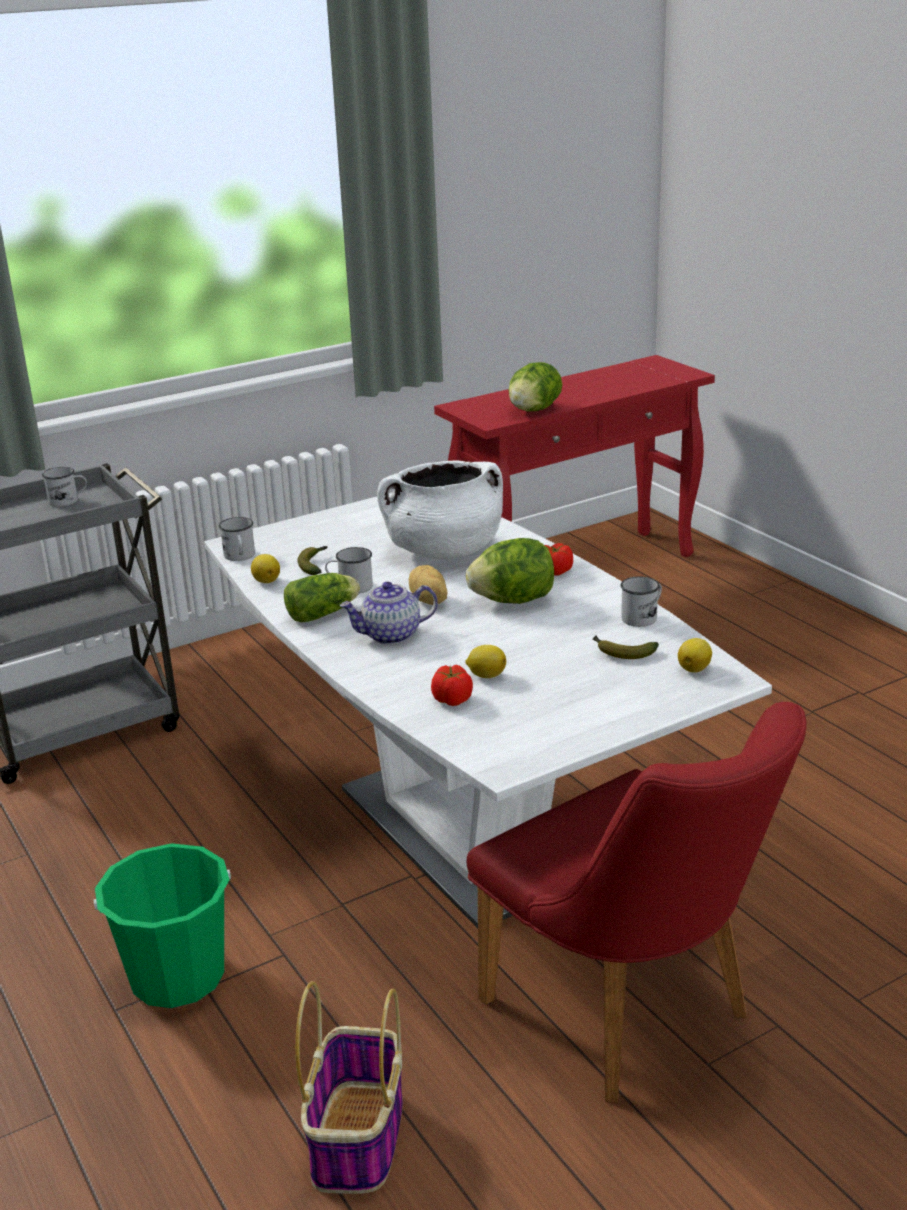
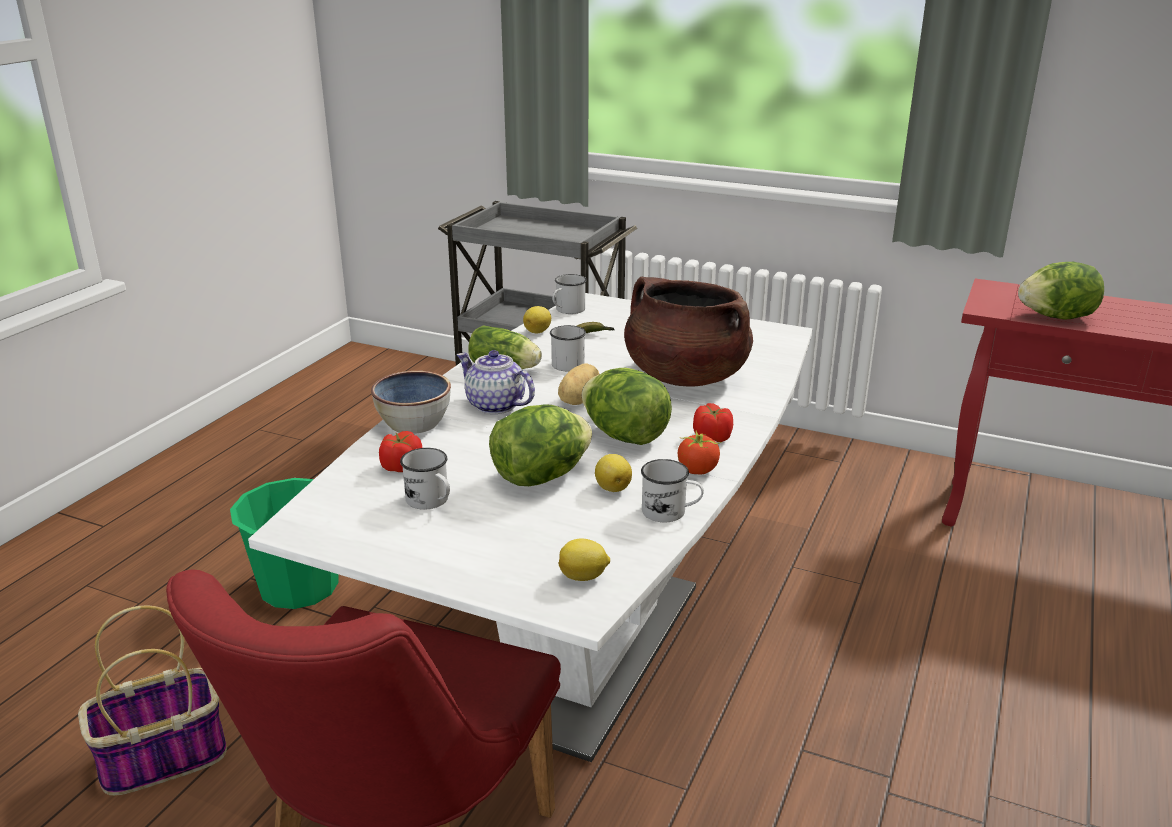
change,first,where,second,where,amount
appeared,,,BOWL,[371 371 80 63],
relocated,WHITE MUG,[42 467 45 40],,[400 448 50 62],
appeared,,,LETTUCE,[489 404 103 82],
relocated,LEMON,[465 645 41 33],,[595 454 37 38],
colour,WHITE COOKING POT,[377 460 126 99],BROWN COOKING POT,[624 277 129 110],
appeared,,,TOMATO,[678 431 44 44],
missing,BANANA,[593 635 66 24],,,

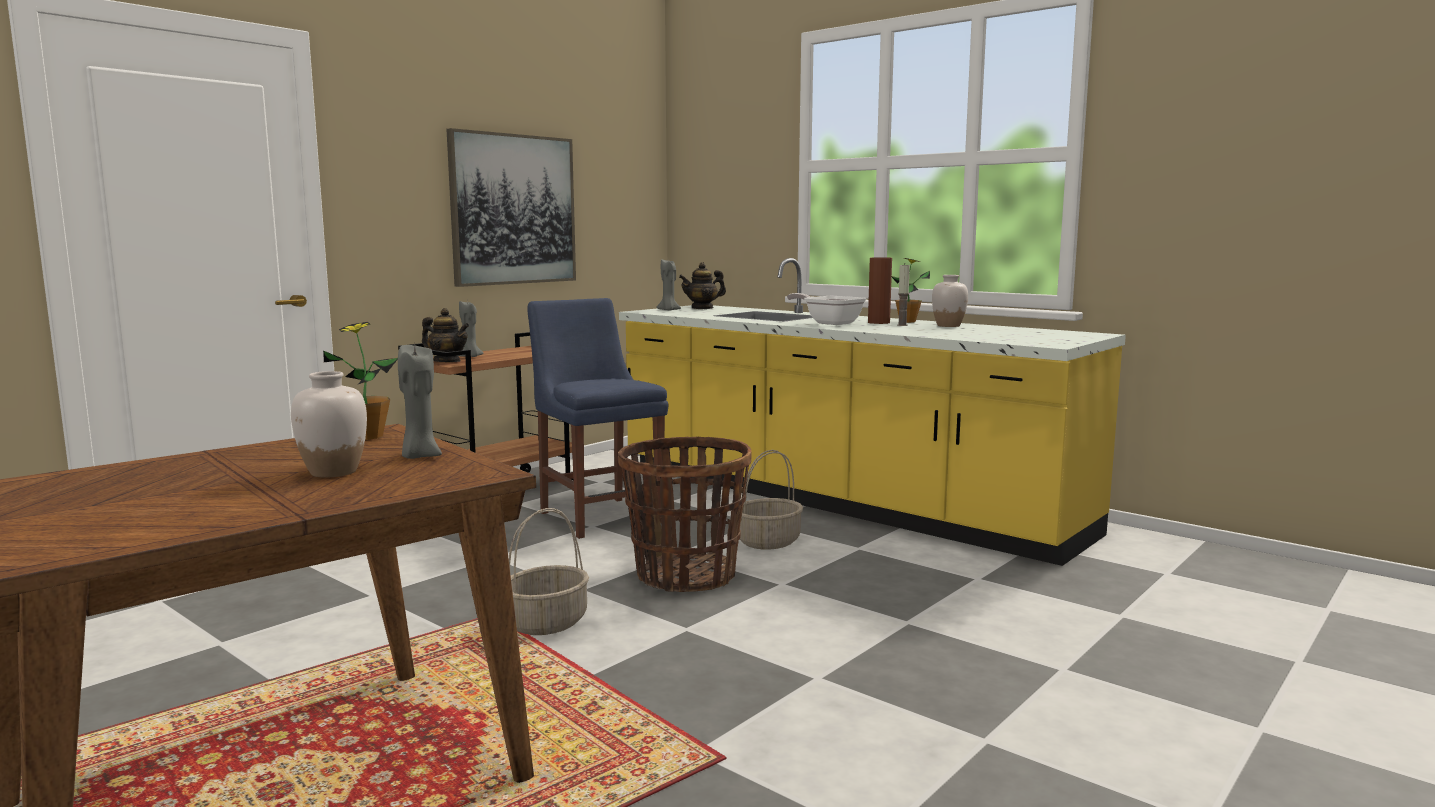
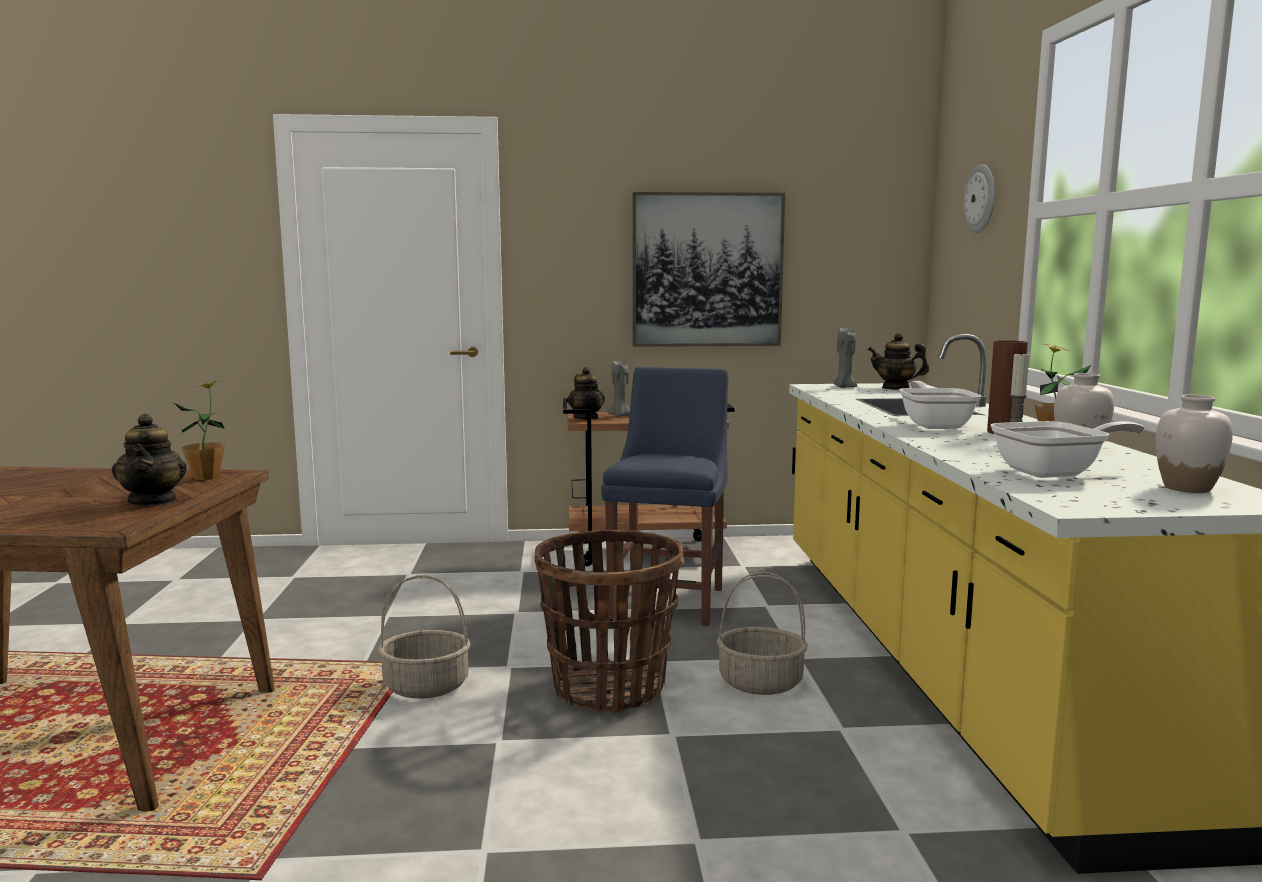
change,first,where,second,where,amount
exchanged,GREY CANDLE,[398 345 44 114],TEAPOT,[112 414 75 92],
appeared,,,WALL CLOCK,[963 164 32 69],
appeared,,,FRYING PAN,[991 421 153 57],
relocated,WHITE VASE,[291 371 76 107],,[1156 395 77 98],

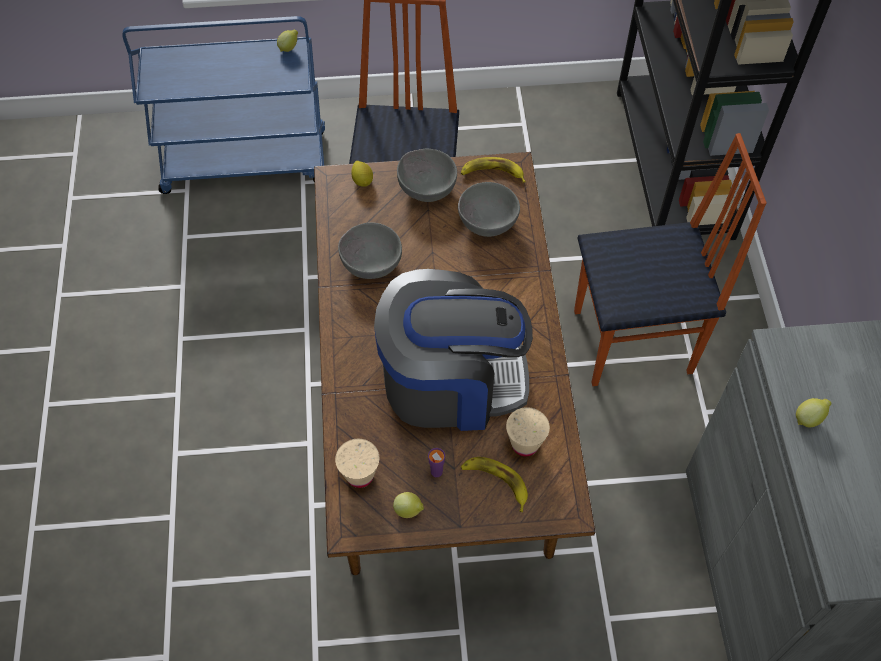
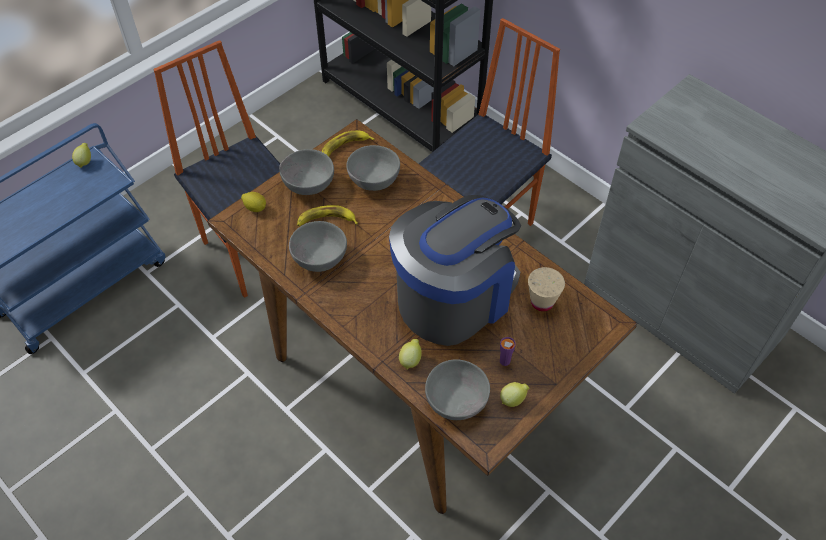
change,first,where,second,where,amount
relocated,BANANA,[461 457 67 55],,[297 205 61 21],
relocated,LEMON,[796 398 36 29],,[399 339 23 30],
exchanged,BEIGE CUP,[335 439 44 49],GREY BOWL,[425 359 65 61],

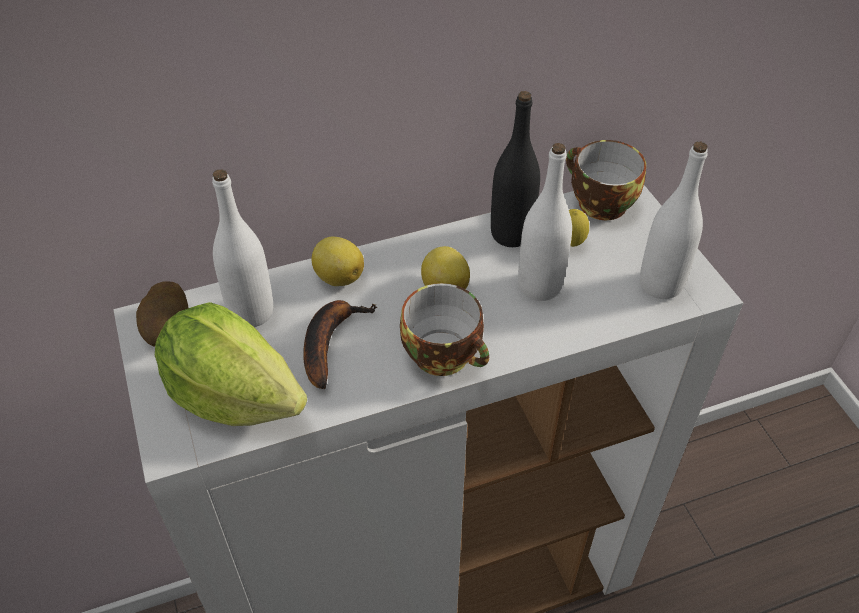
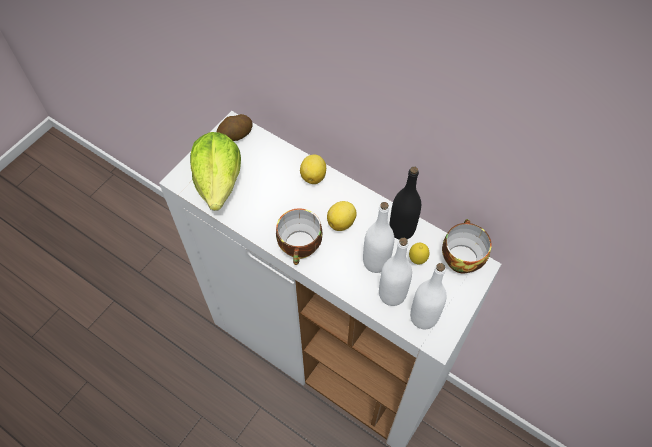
change,first,where,second,where,amount
relocated,WHITE BOTTLE,[212 170 61 157],,[379 238 33 68],
missing,BANANA,[303 300 74 89],,,

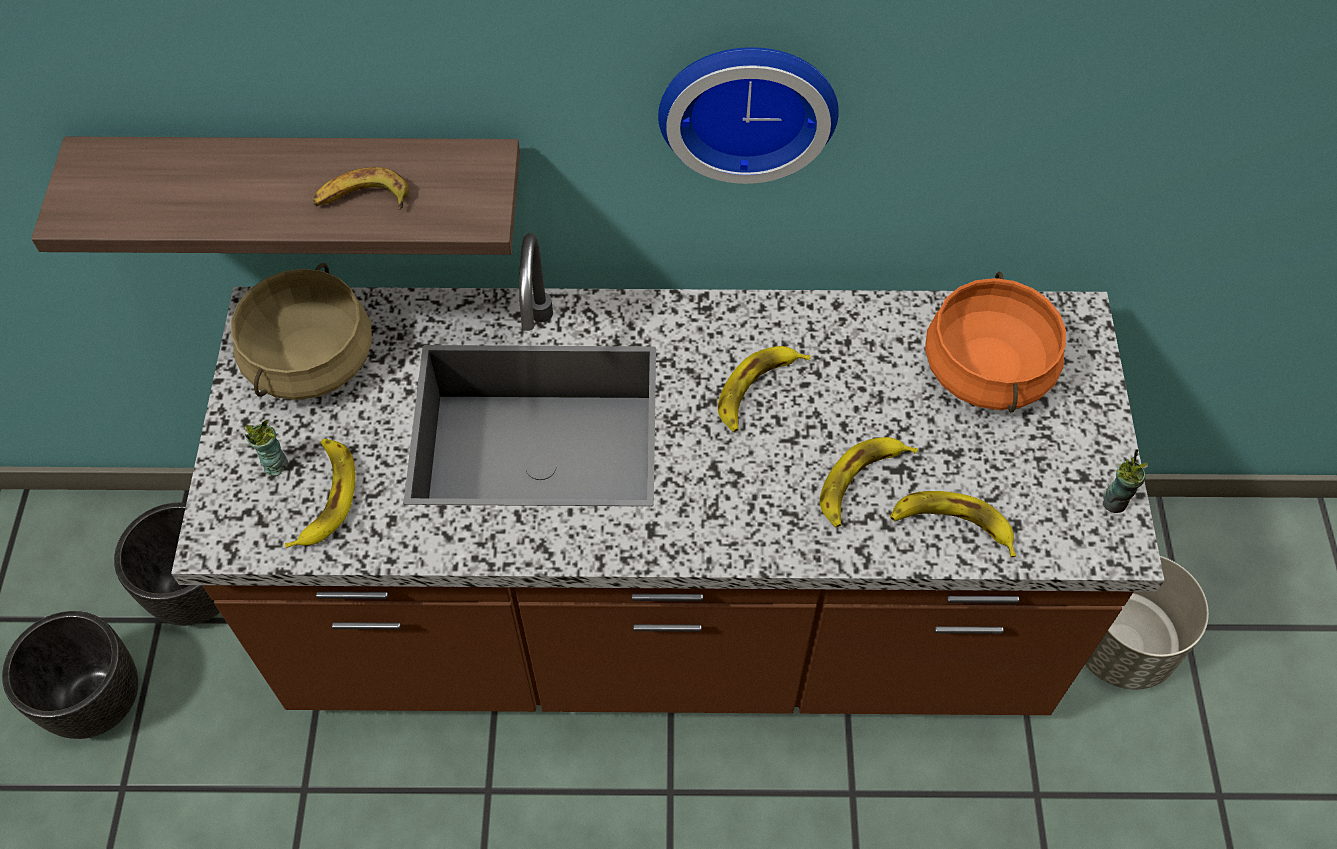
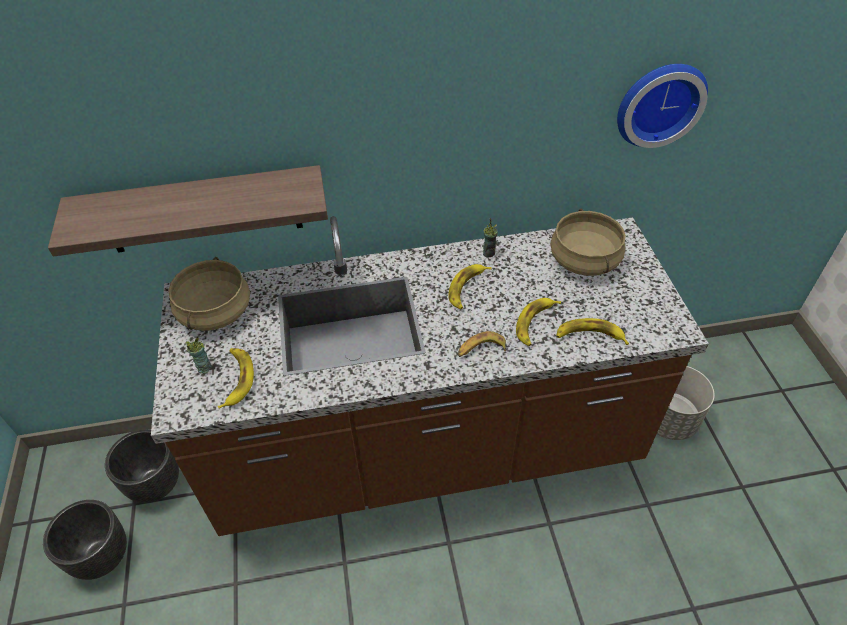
change,first,where,second,where,amount
relocated,BANANA,[313 167 96 43],,[458 331 48 26],
relocated,CUP,[1103 449 45 64],,[483 218 15 39],
colour,ORANGE COOKING POT,[925 272 141 140],BEIGE COOKING POT,[550 209 76 67],
relocated,WALL CLOCK,[658 47 181 137],,[617 64 91 84],

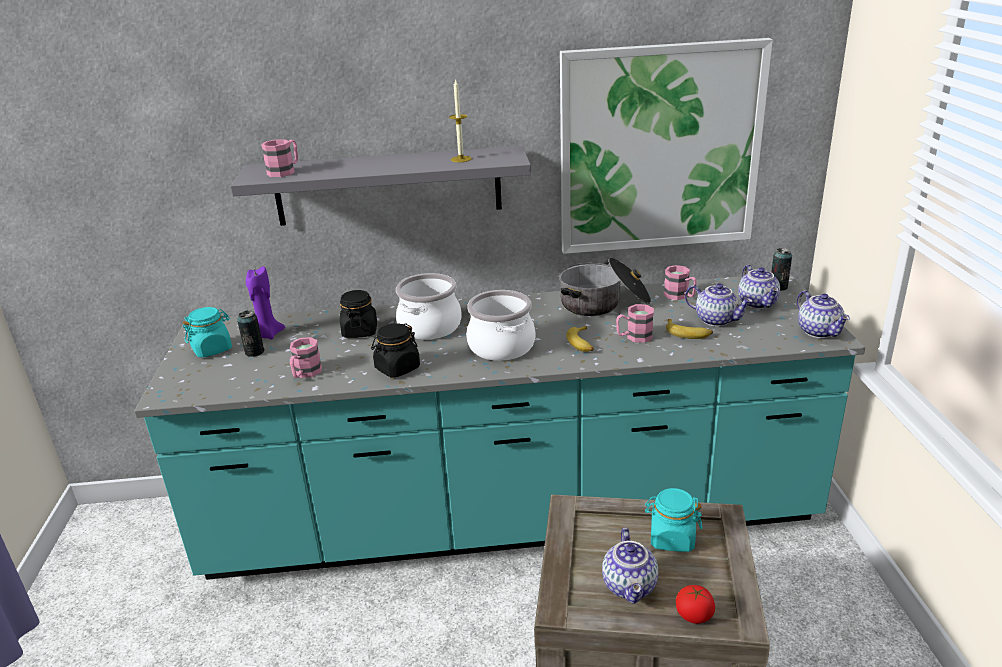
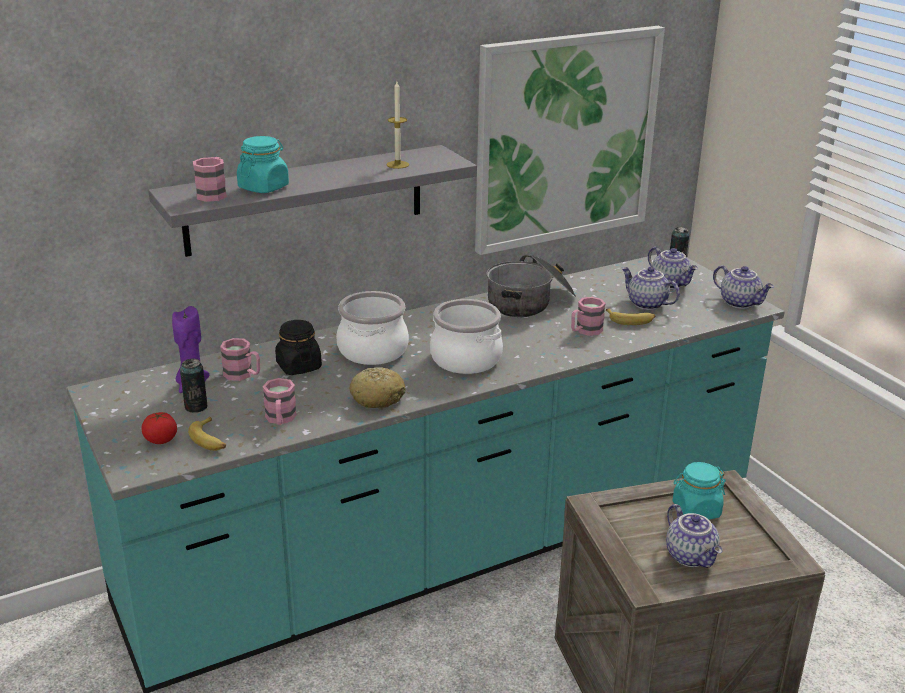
change,first,where,second,where,amount
relocated,TOMATO,[676 585 39 39],,[142 412 35 32],
relocated,BANANA,[566 326 28 26],,[188 417 38 34],
relocated,PINK MUG,[664 265 33 35],,[220 338 40 43],
relocated,TURQUOISE JAR,[183 307 49 50],,[237 136 52 57],
exchanged,BLACK JAR,[371 323 49 55],BREAD,[350 367 55 41],
spun,TEAPOT,[685 283 68 44],,[621 267 59 43],150 degrees counterclockwise

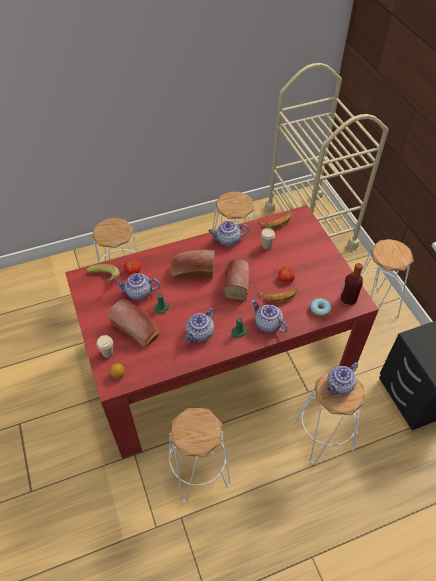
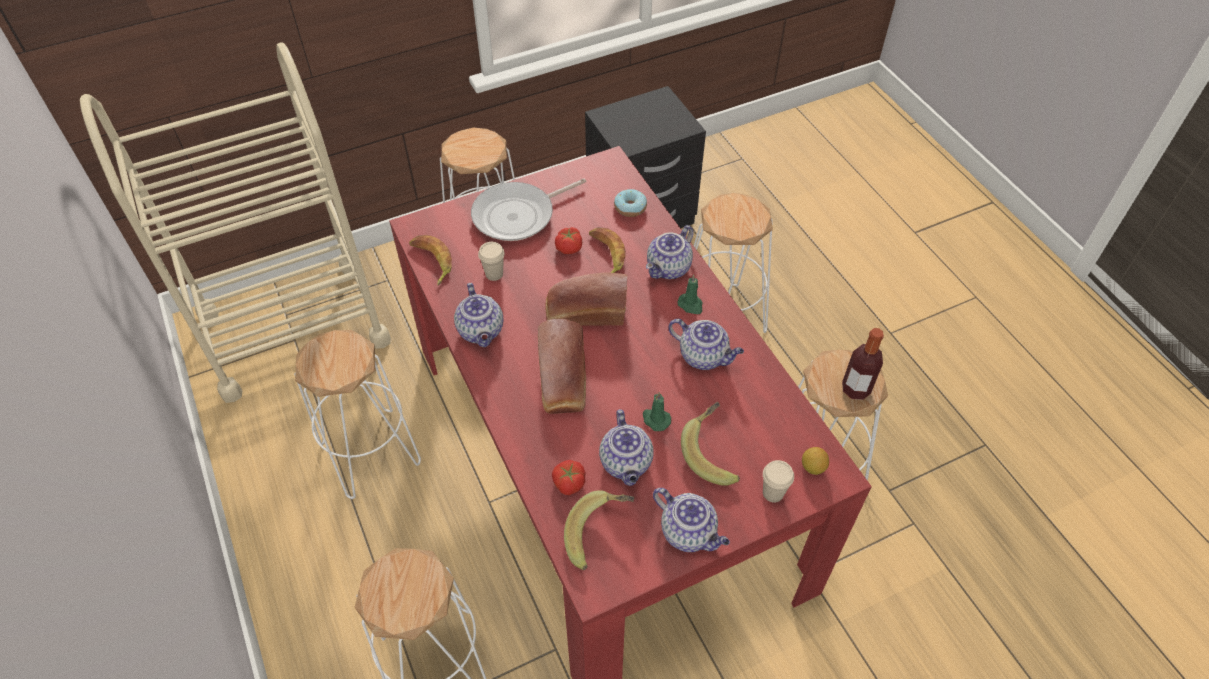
change,first,where,second,where,amount
appeared,,,FRYING PAN,[471 178 116 63],
relocated,TEAPOT,[327 362 31 33],,[653 488 77 64],
exchanged,BREAD,[108 299 51 48],BANANA,[681 402 59 84],
relocated,BOTTLE,[341 263 22 42],,[842 328 42 72],

